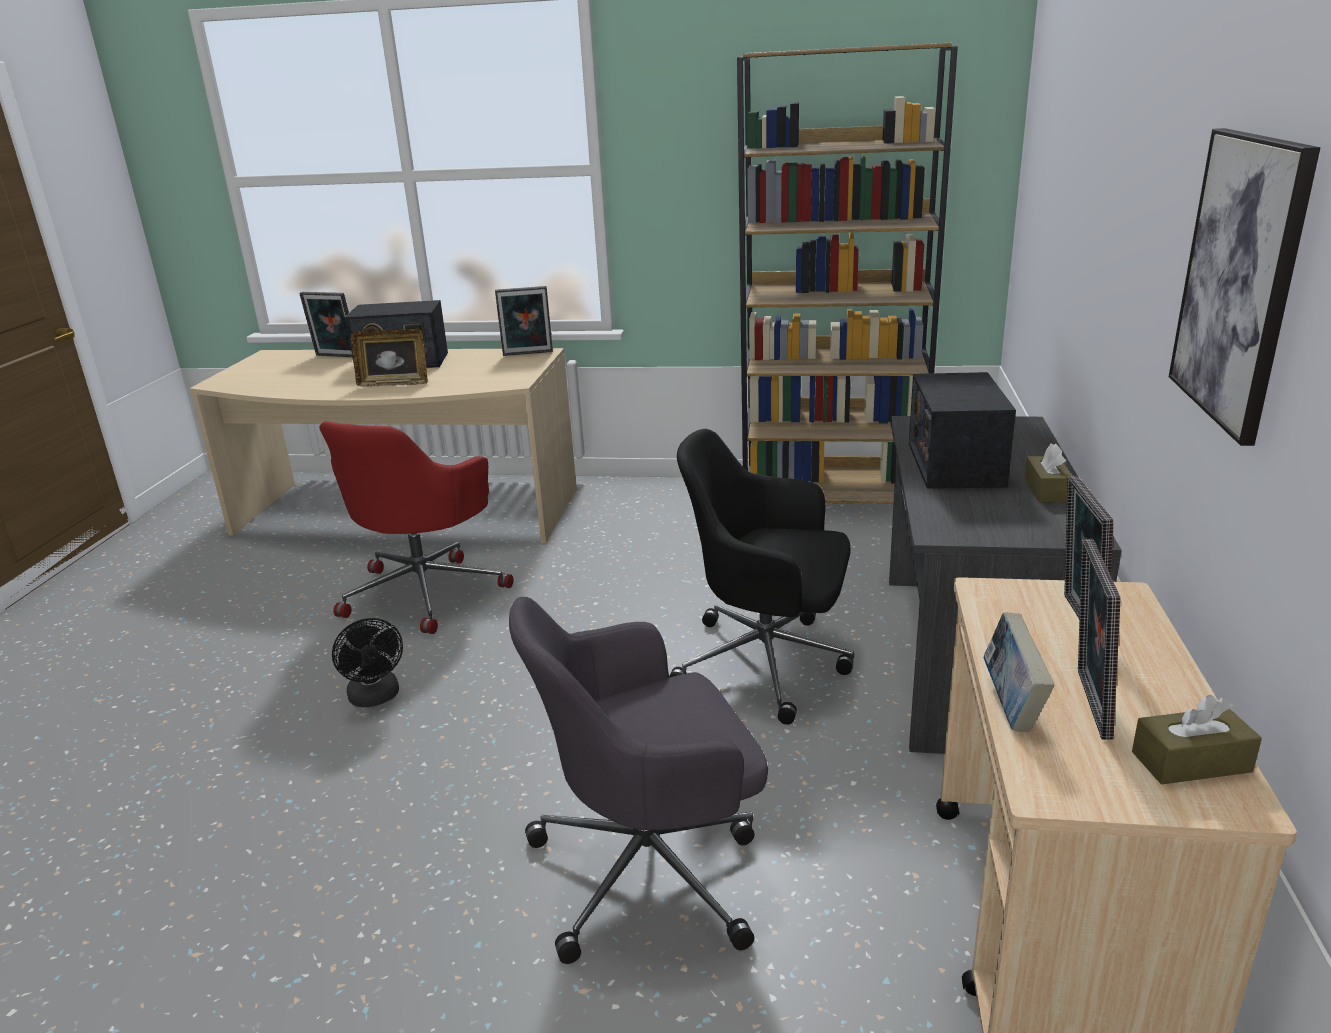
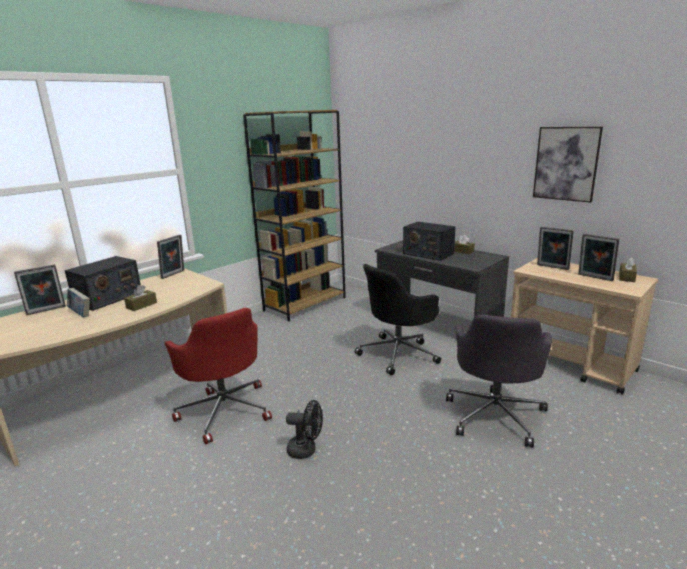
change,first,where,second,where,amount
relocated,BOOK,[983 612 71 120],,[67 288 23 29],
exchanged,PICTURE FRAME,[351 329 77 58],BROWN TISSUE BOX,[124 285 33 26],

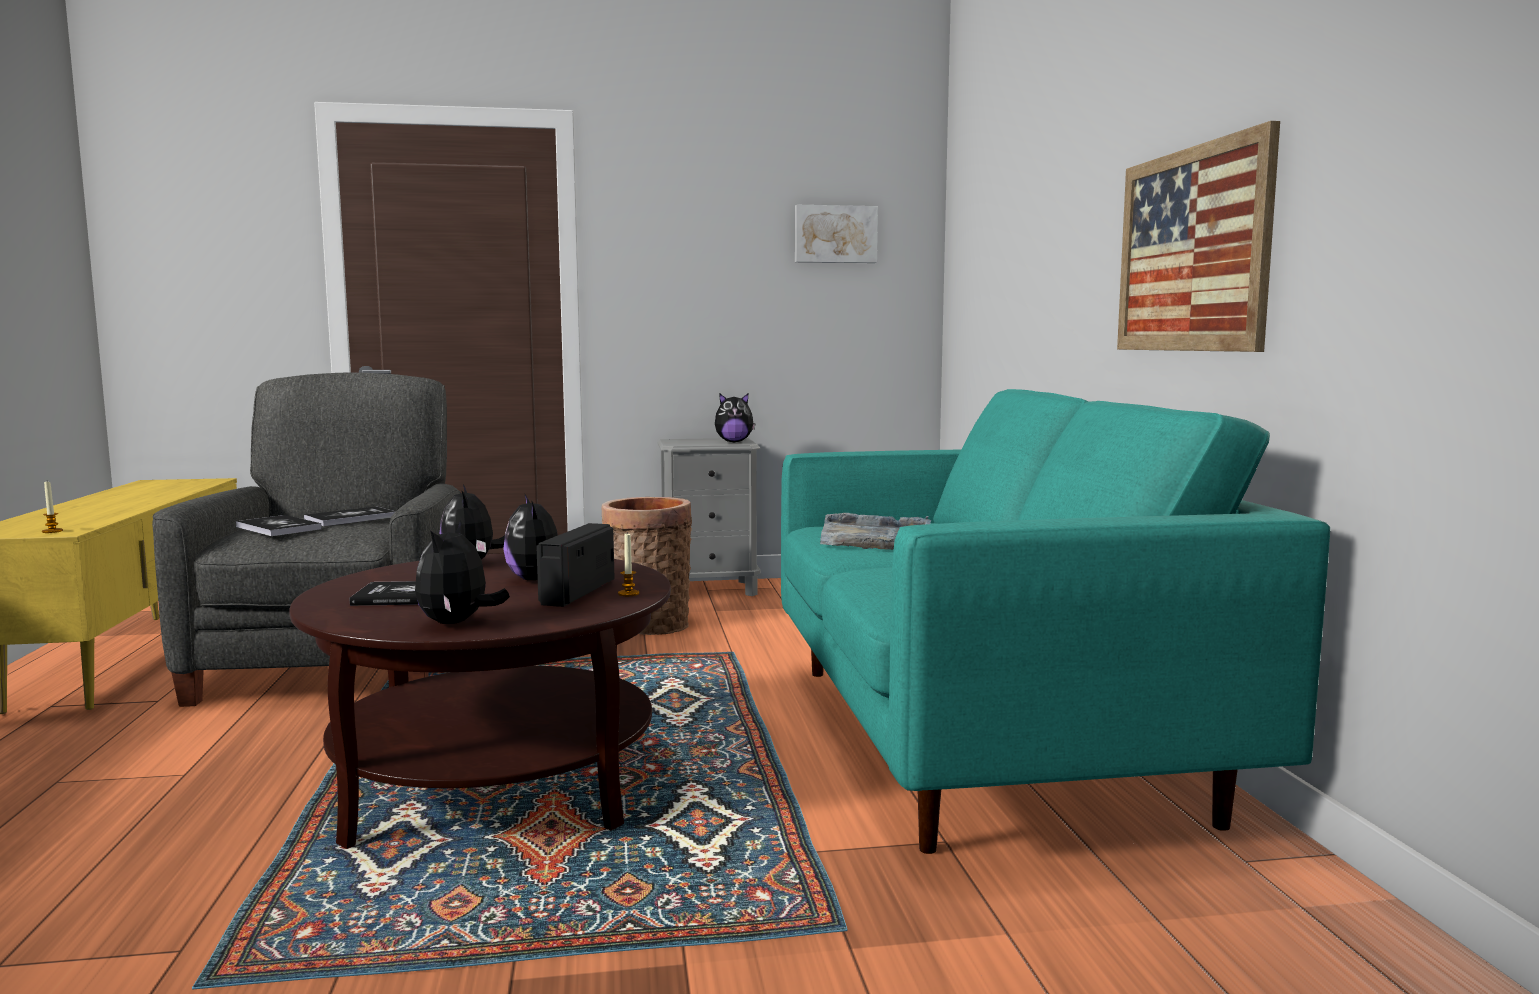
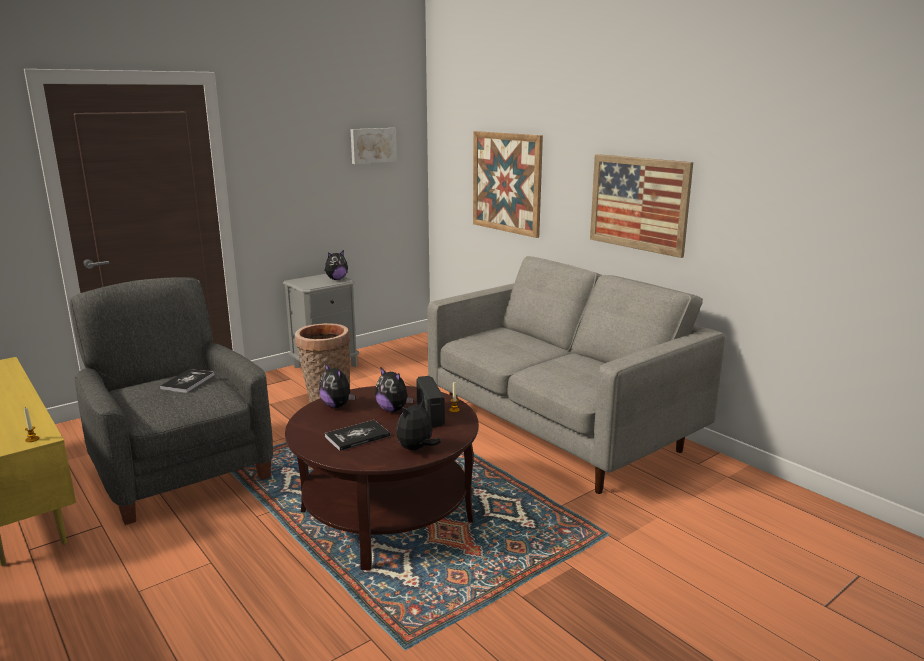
change,first,where,second,where,amount
spun,PLUSH TOY,[415 520 95 104],,[396 398 45 52],60 degrees clockwise
colour,TURQUOISE SOFA,[781 389 549 465],GREY SOFA,[427 256 298 238],
appeared,,,PICTURE,[473 131 70 107],
missing,BOOK,[236 515 86 21],,,
missing,GREY TRAY,[820 513 112 37],,,

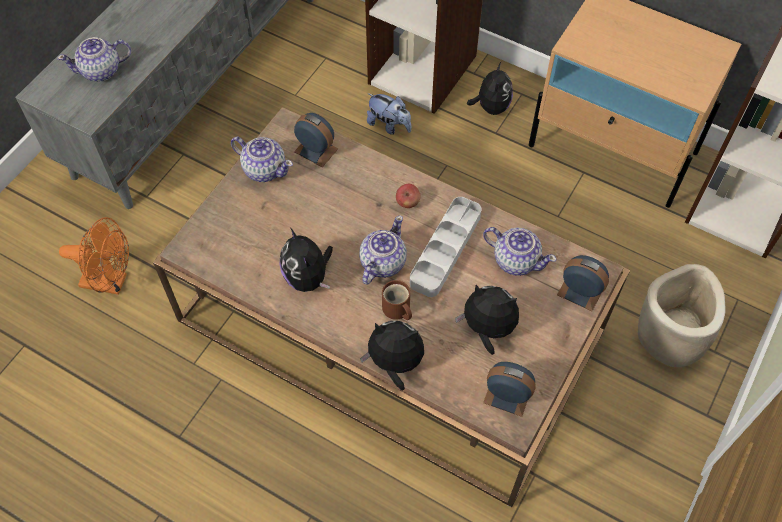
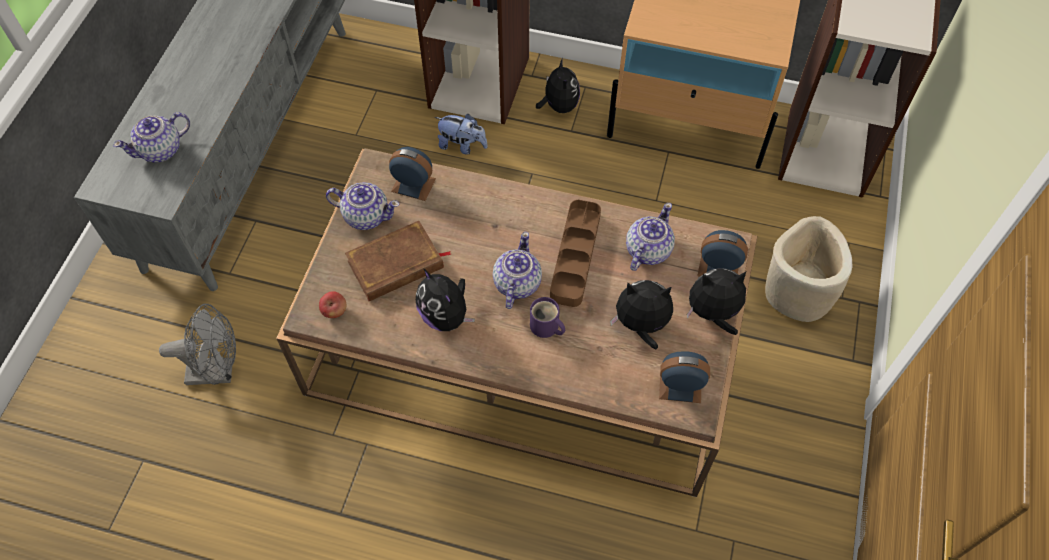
change,first,where,second,where,amount
colour,ORANGE FAN,[59 217 70 78],GREY FAN,[159 304 77 81],
relocated,APPLE,[396 184 24 24],,[319 291 27 27],
appeared,,,BROWN BOOK,[345 221 106 80],
colour,BROWN MUG,[382 280 30 40],PURPLE MUG,[530 297 35 41],
colour,GREY TRAY,[410 197 72 100],BROWN TRAY,[550 200 51 107],
spun,TEAPOT,[483 227 74 49],,[626 203 49 68],75 degrees counterclockwise
relocated,PLUSH TOY,[360 321 64 70],,[687 268 59 67],

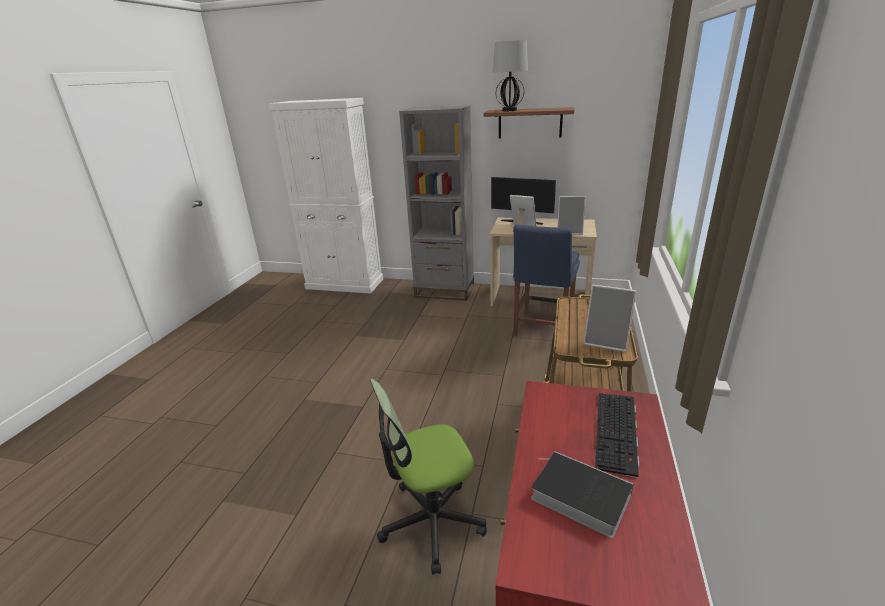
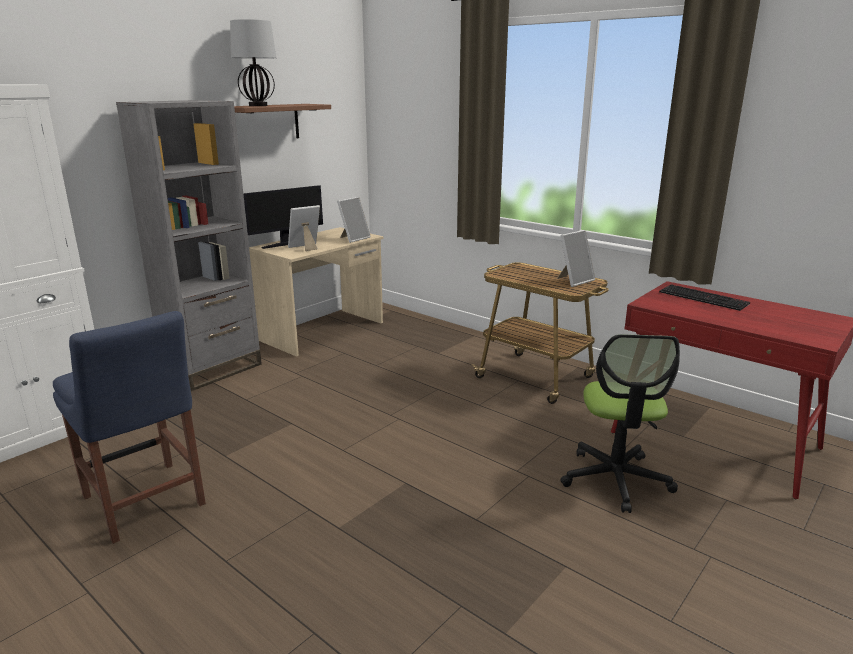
change,first,where,second,where,amount
relocated,BLUE CHAIR,[513 224 67 112],,[53 311 153 233],
missing,BOOK,[531 451 102 87],,,

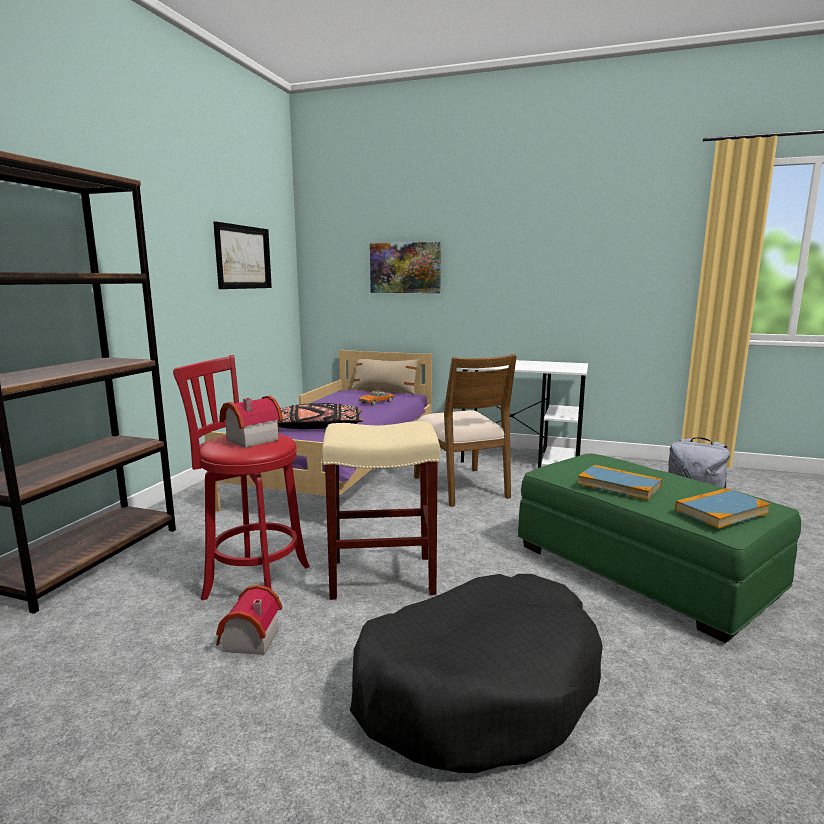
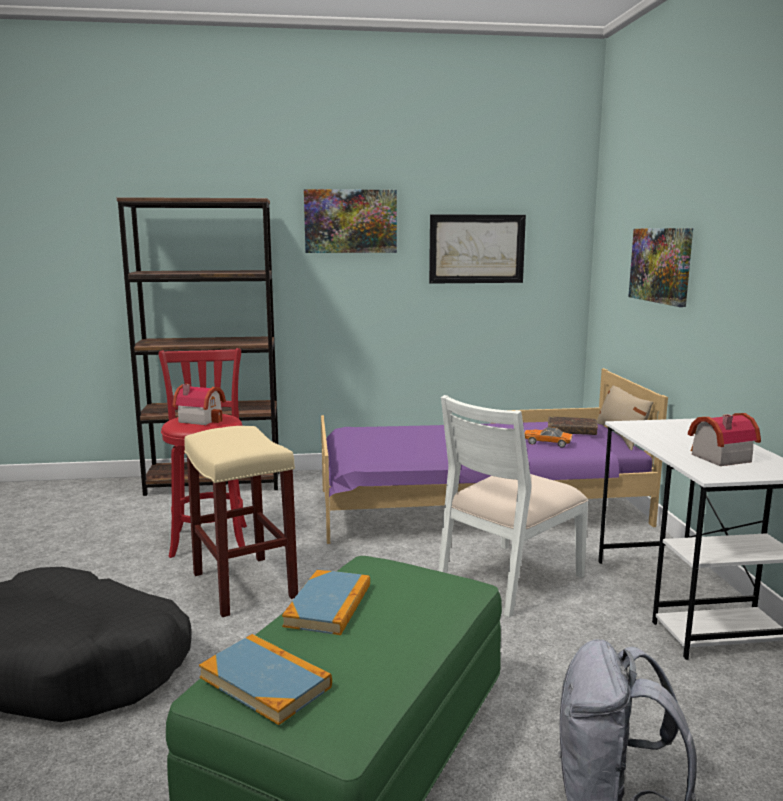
change,first,where,second,where,amount
appeared,,,PICTURE,[304 189 93 64],
colour,BROWN CHAIR,[414 354 103 153],WHITE CHAIR,[438 395 150 223],
appeared,,,BROWN BOOK,[548 416 50 19],
relocated,TOY HOUSE,[216 585 66 70],,[688 413 73 53],
missing,BLACK PILLOW,[277 403 86 26],,,

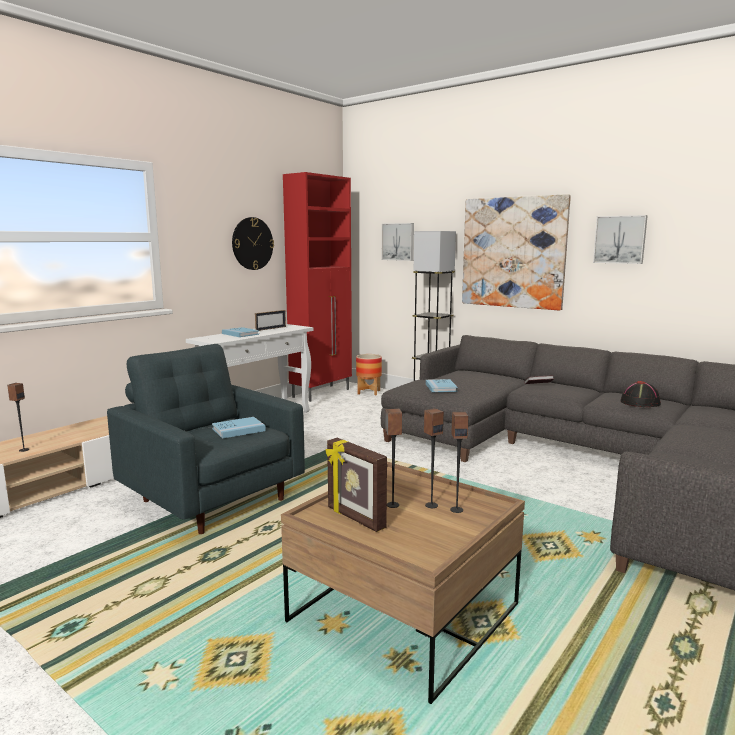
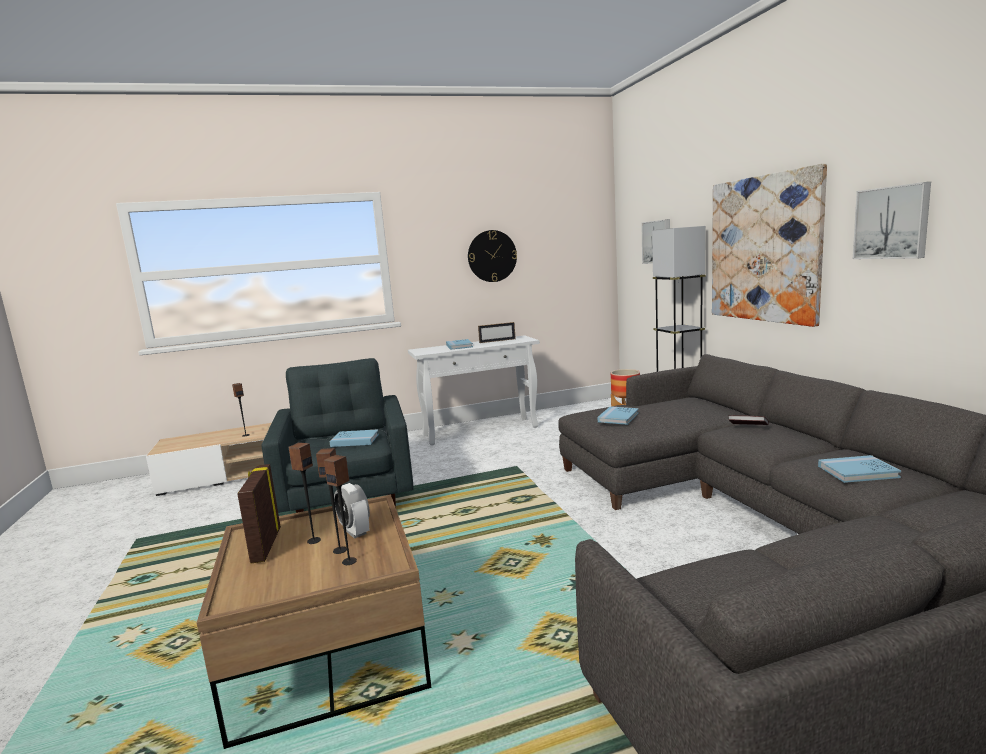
change,first,where,second,where,amount
appeared,,,ALARM CLOCK,[334 483 36 56],
exchanged,BLACK HAT,[620 381 41 26],BLUE BOOK,[818 455 83 28],
missing,RED CABINET,[283 172 69 230],,,

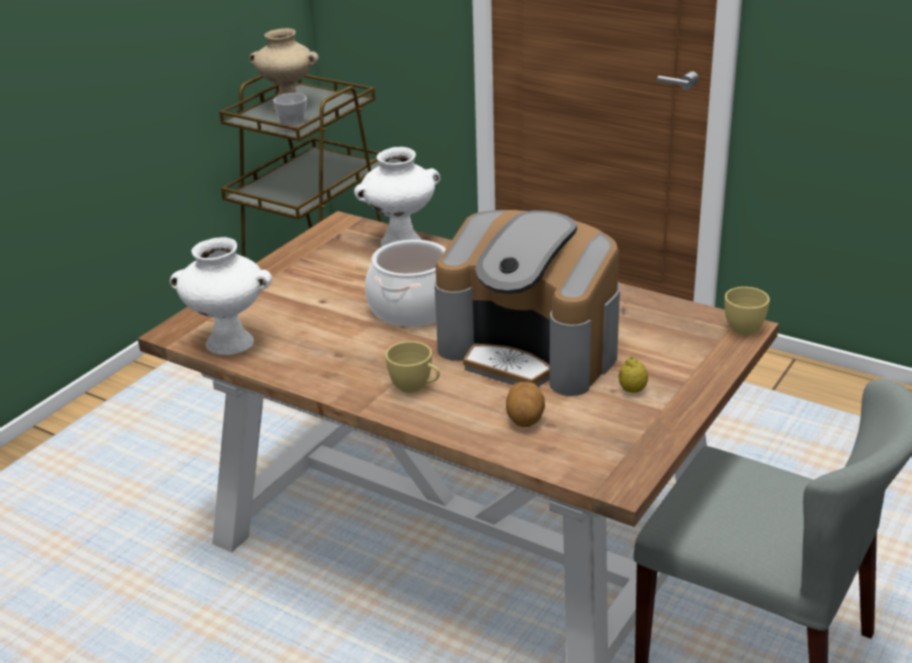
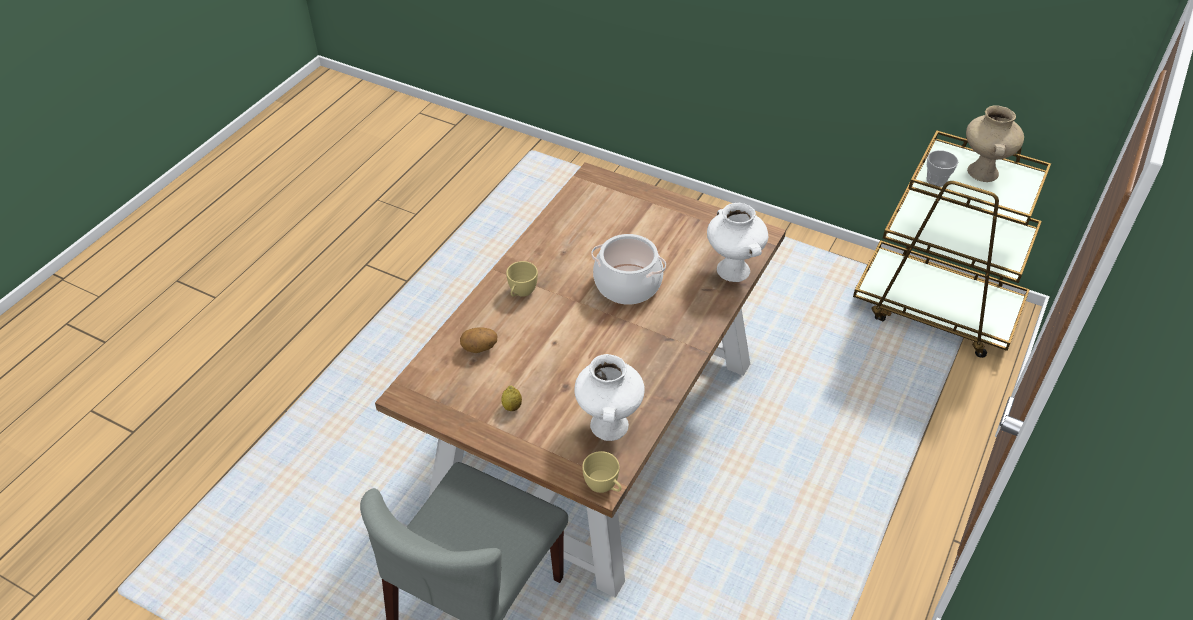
change,first,where,second,where,amount
relocated,WHITE VASE,[170 237 102 118],,[574 354 71 87],
missing,COFFEE MACHINE,[434 210 186 186],,,

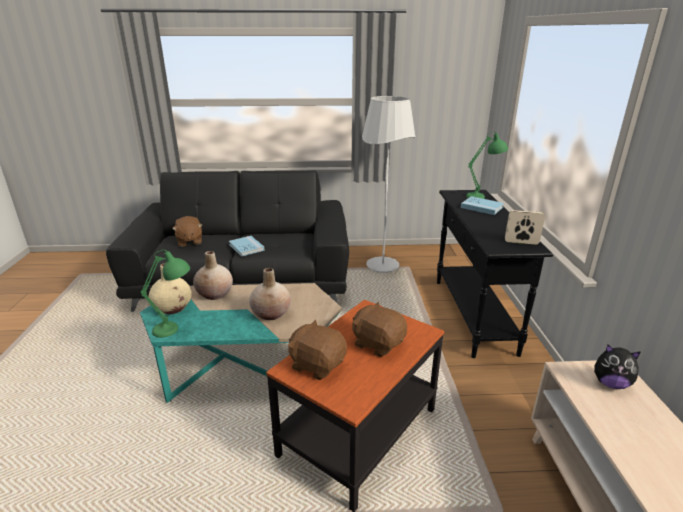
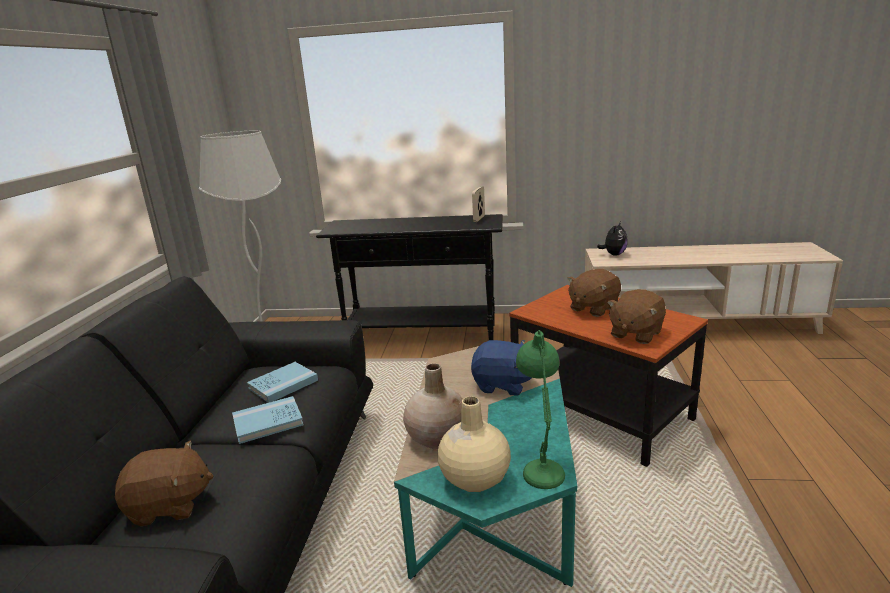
change,first,where,second,where,amount
relocated,BLUE BOOK,[461 196 43 19],,[247 362 71 41],
exchanged,BEIGE VASE,[249 268 42 52],BLUE PLUSH TOY,[471 340 60 56],
missing,GREEN TABLE LAMP,[466 132 42 67],,,

